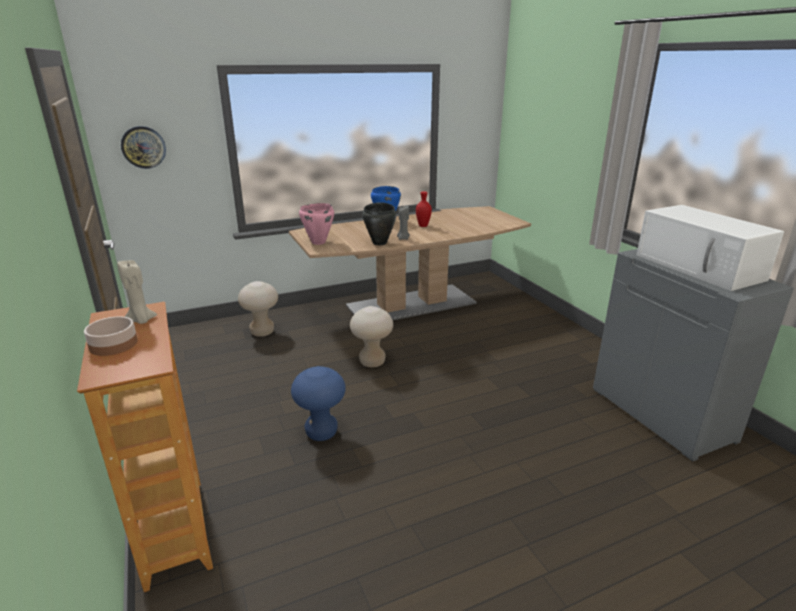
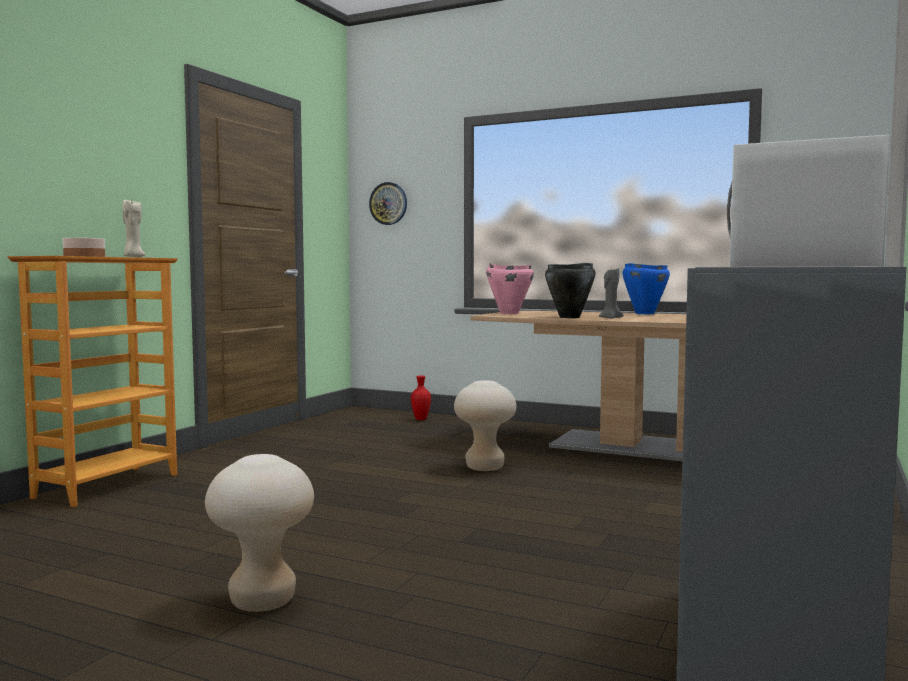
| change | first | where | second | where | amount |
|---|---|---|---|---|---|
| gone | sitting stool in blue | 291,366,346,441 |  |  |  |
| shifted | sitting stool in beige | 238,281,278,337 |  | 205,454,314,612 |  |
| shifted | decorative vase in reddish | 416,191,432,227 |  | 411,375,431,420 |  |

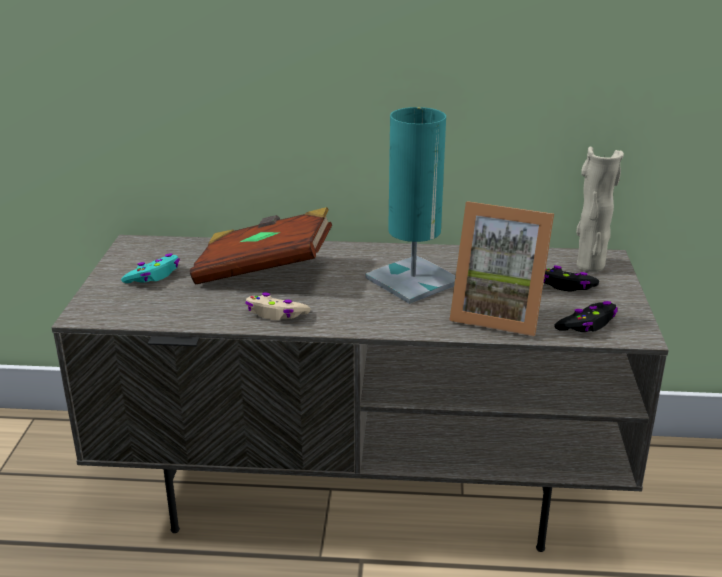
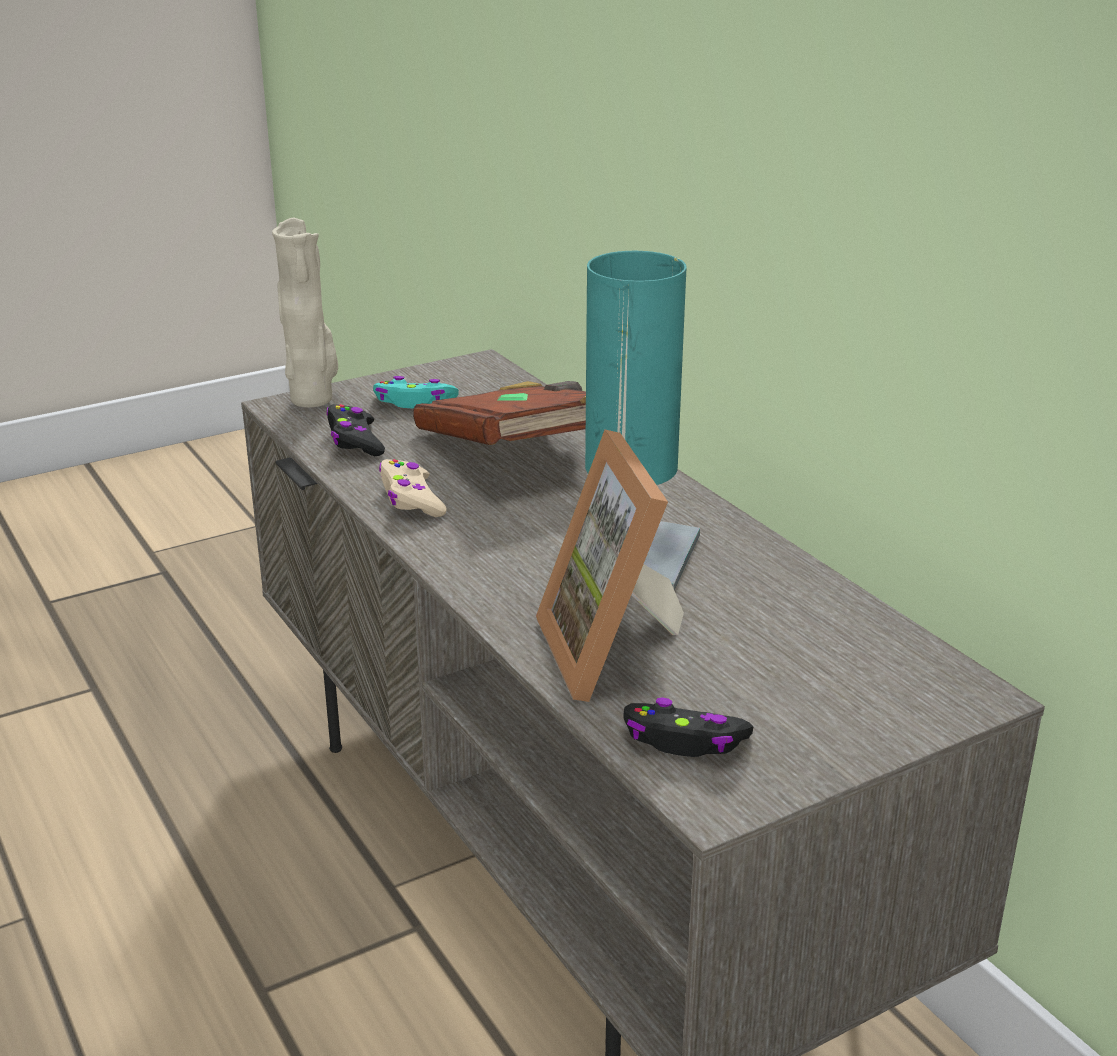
| change | first | where | second | where | amount |
|---|---|---|---|---|---|
| shifted | joypad in black | 544,266,599,292 |  | 327,404,385,456 |  |
| shifted | decorative vase in beige | 576,147,624,272 |  | 272,218,338,407 |  |

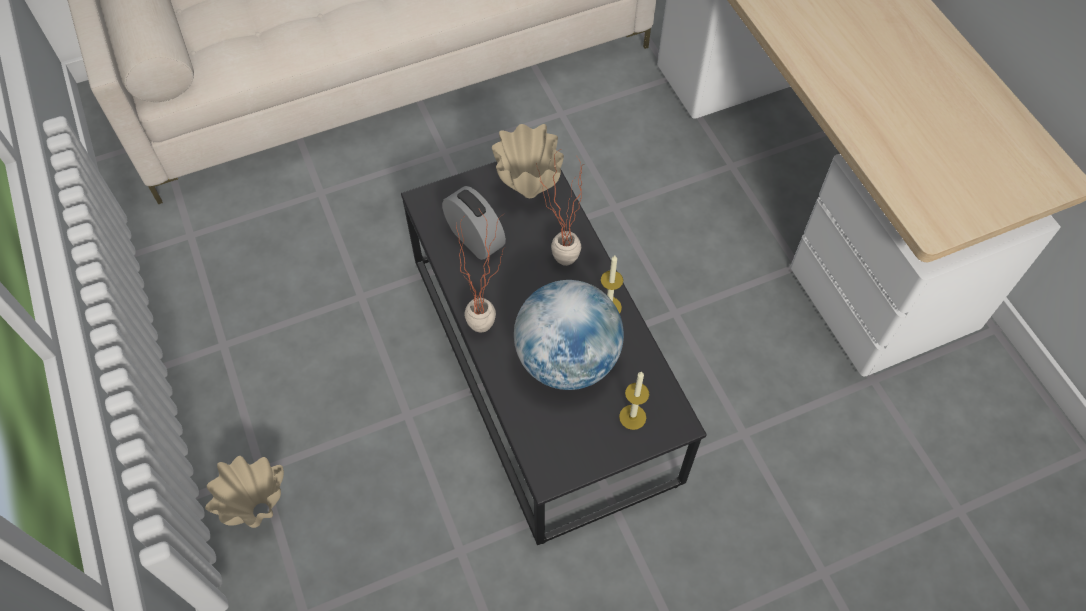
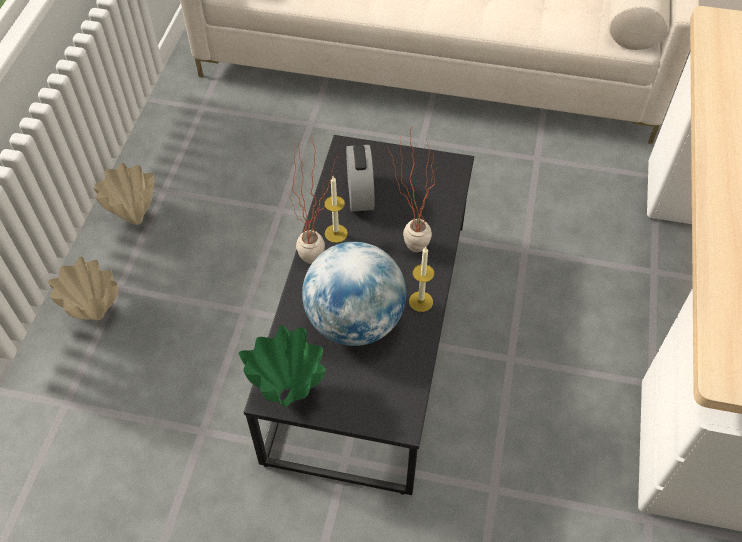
| change | first | where | second | where | amount |
|---|---|---|---|---|---|
| new |  |  | decorative vase in green-coloured | 239,325,326,407 |  |
| shifted | decorative vase in beige | 492,124,564,198 |  | 93,163,154,225 |  |
| shifted | candle | 619,371,649,430 |  | 325,176,348,243 |  |

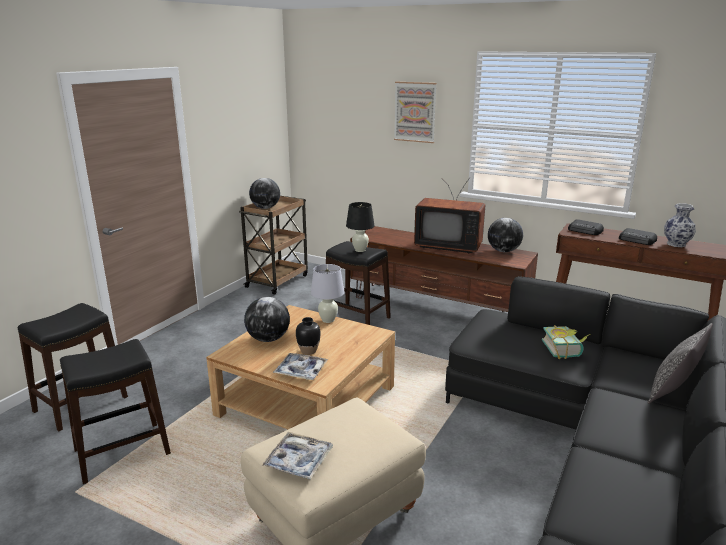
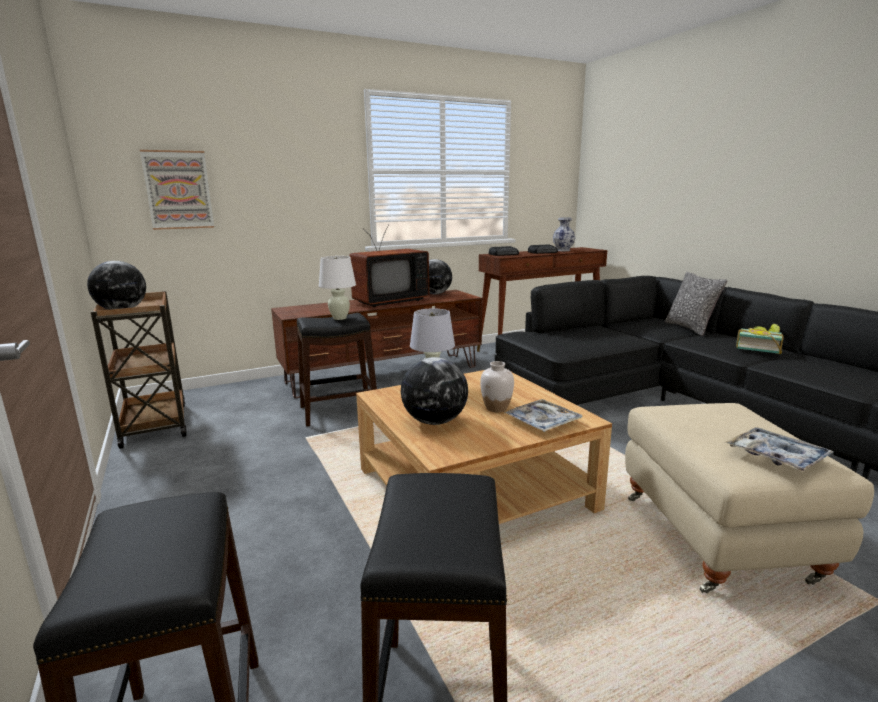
| change | first | where | second | where | amount |
|---|---|---|---|---|---|
| shifted | picture | 394,82,437,143 |  | 140,150,214,230 |  |
| shifted | book | 542,325,591,359 |  | 736,324,784,354 |  |
| repainted | decorative vase in black | 296,317,321,355 | decorative vase in white | 480,361,514,412 |  |
| repainted | lamp for a table in black | 346,202,375,252 | lamp for a table in white | 319,256,356,320 |  |

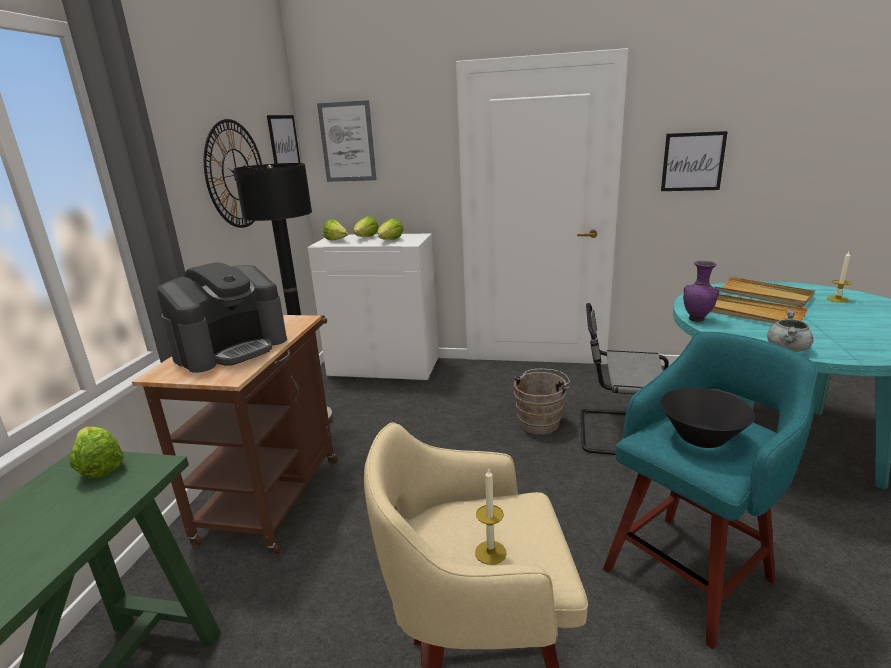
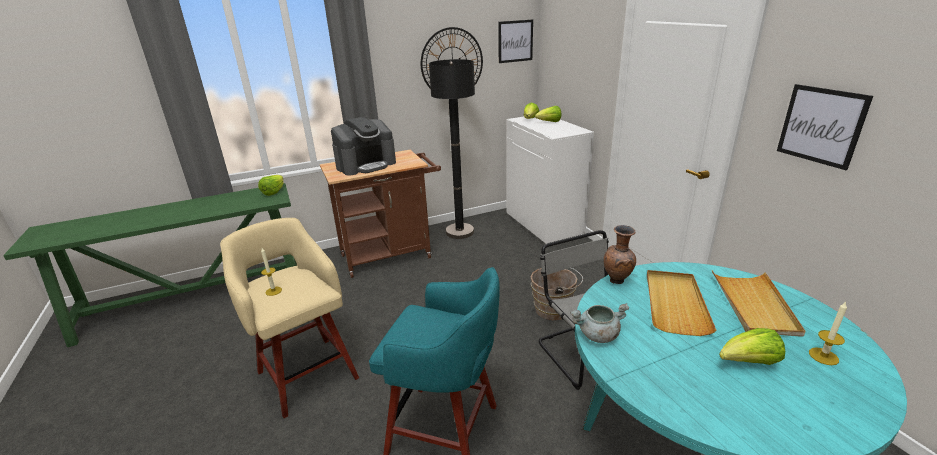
| change | first | where | second | where | amount |
|---|---|---|---|---|---|
| gone | picture | 317,100,377,182 |  |  |  |
| gone | serving bowl in black | 660,388,755,448 |  |  |  |
| shifted | head of lettuce | 378,218,404,240 |  | 719,328,785,365 |  |
| repainted | decorative vase in purple-coloured | 683,261,719,322 | decorative vase in brownish | 604,225,636,284 |  |
| rotated | coffee brewer | 157,262,287,373 |  | 331,117,396,176 | 45 degrees counterclockwise |

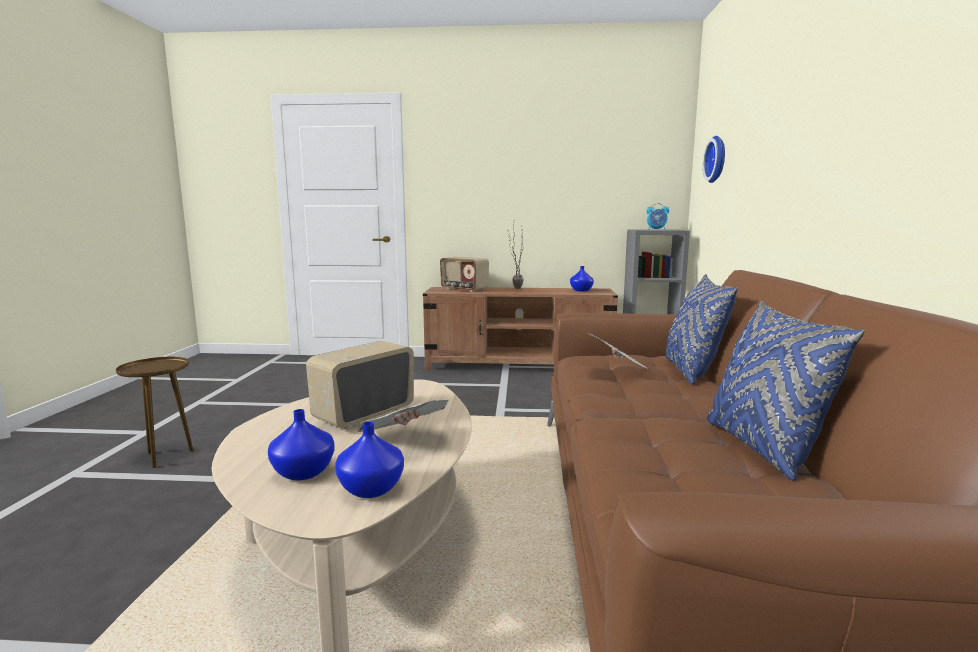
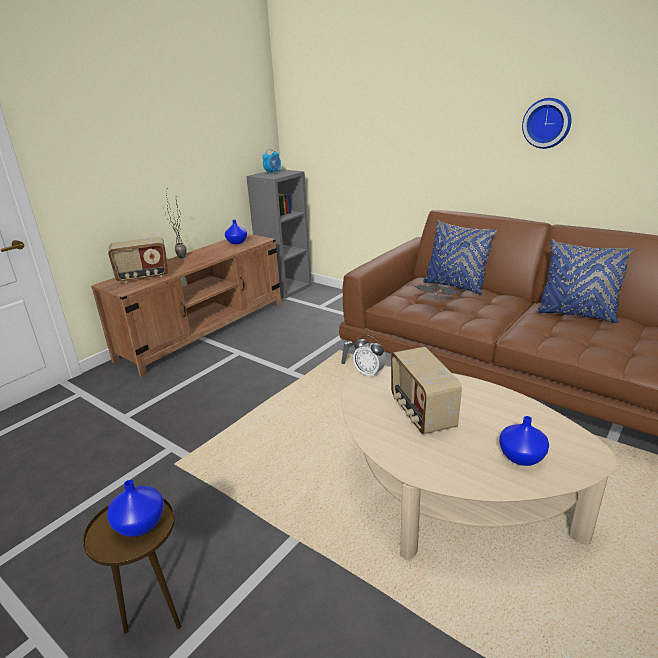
| change | first | where | second | where | amount |
|---|---|---|---|---|---|
| gone | printed paper | 358,400,449,432 |  |  |  |
| new |  |  | table clock | 353,335,386,378 |  |
| shifted | decorative vase in blue | 335,422,404,498 |  | 107,480,164,537 |  |
| shifted | hanging clock | 703,136,725,183 |  | 522,98,571,149 |  |

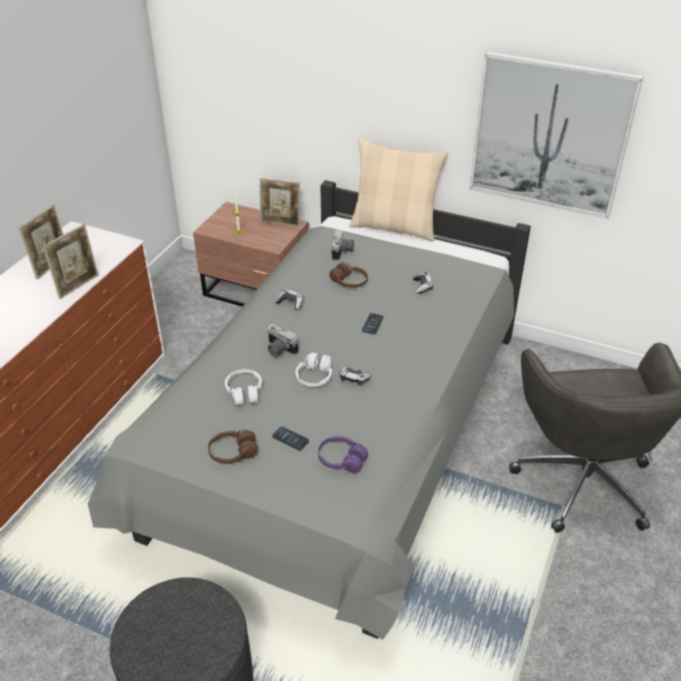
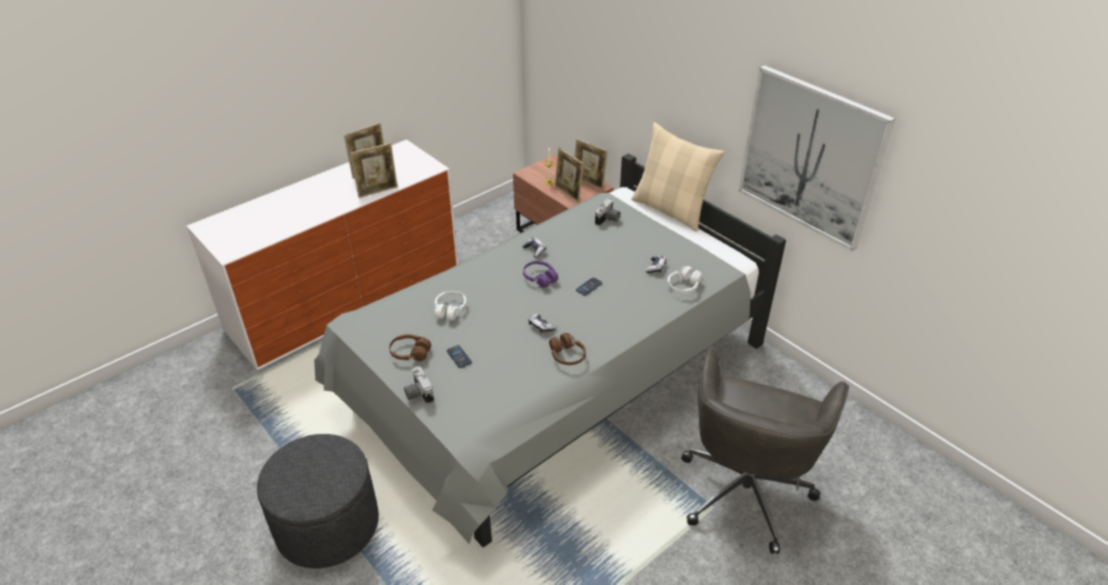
| change | first | where | second | where | amount |
|---|---|---|---|---|---|
| new |  |  | picture frame | 555,147,584,202 |  |
| shifted | still camera | 267,324,299,357 |  | 404,367,434,404 |  |
| shifted | headphones in white | 295,352,332,387 |  | 668,266,702,293 |  |
| shifted | headphones in purple-coloured | 318,436,368,473 |  | 523,261,558,288 |  |
| shifted | headphones in brownish | 329,263,368,288 |  | 549,333,586,365 |  |

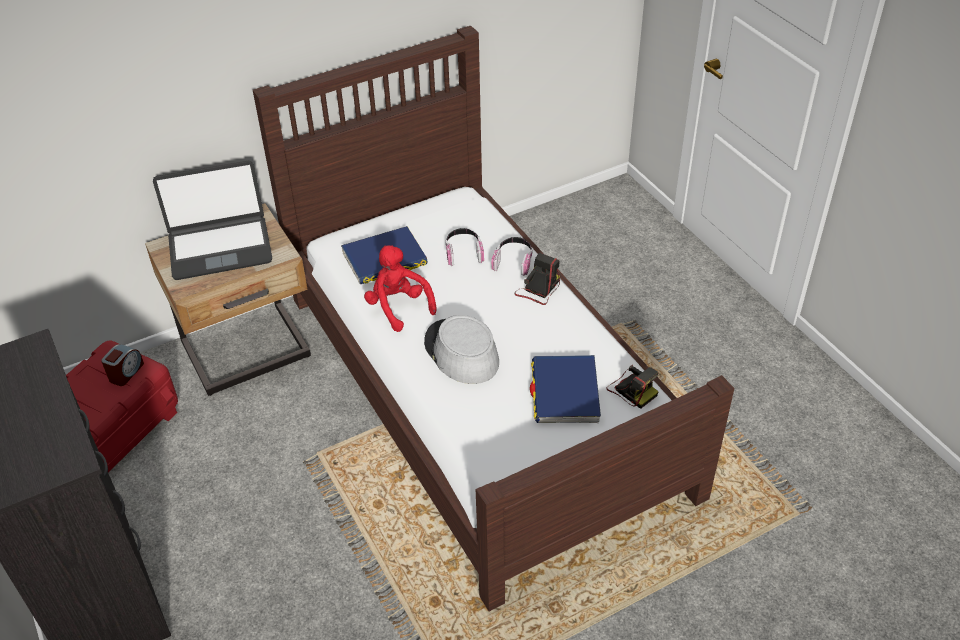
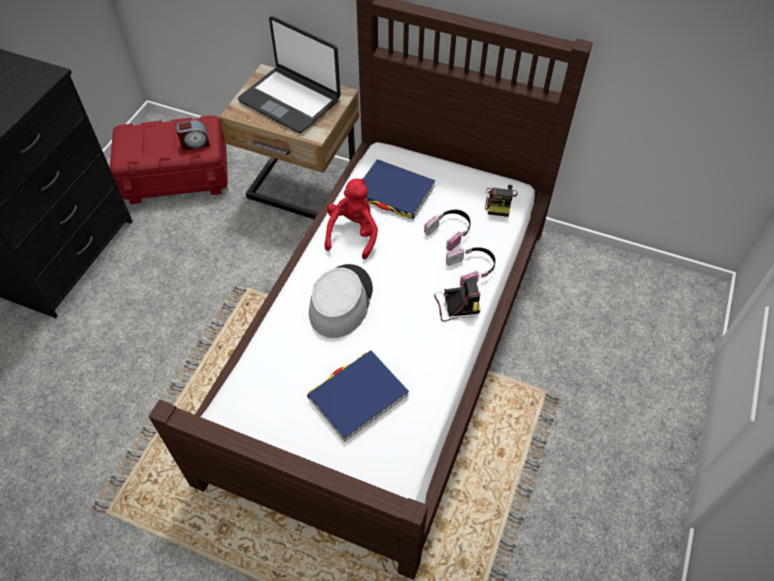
| change | first | where | second | where | amount |
|---|---|---|---|---|---|
| shifted | still camera | 606,365,658,409 |  | 485,185,518,217 |  |

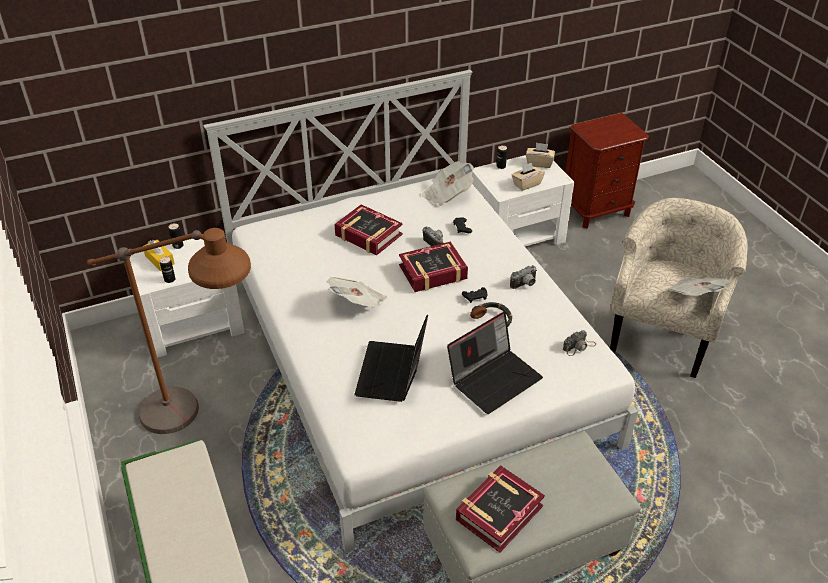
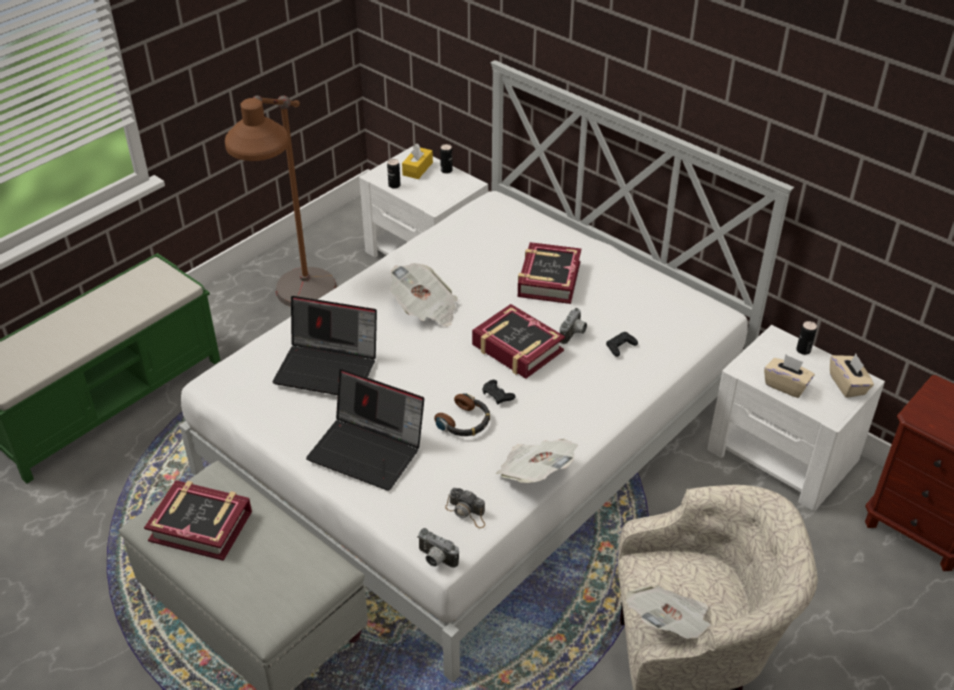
| change | first | where | second | where | amount |
|---|---|---|---|---|---|
| shifted | printed paper | 422,161,474,206 |  | 496,439,578,483 |  |
| shifted | still camera | 510,265,537,289 |  | 417,528,459,568 |  |
| rotated | notebook computer | 354,315,428,402 |  | 273,296,377,395 | 150 degrees counterclockwise |

